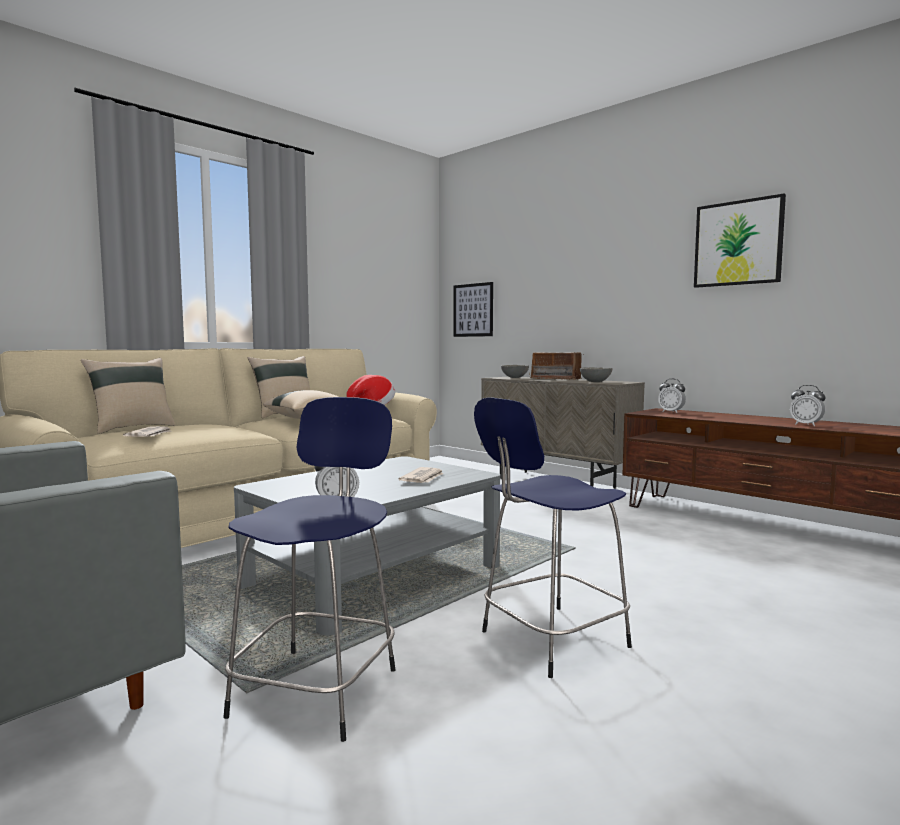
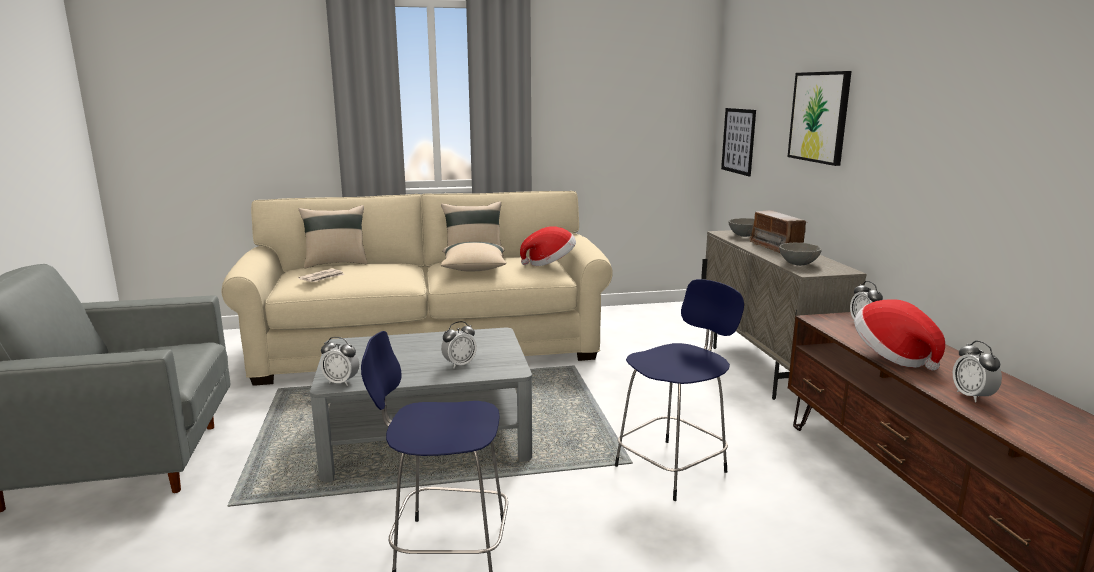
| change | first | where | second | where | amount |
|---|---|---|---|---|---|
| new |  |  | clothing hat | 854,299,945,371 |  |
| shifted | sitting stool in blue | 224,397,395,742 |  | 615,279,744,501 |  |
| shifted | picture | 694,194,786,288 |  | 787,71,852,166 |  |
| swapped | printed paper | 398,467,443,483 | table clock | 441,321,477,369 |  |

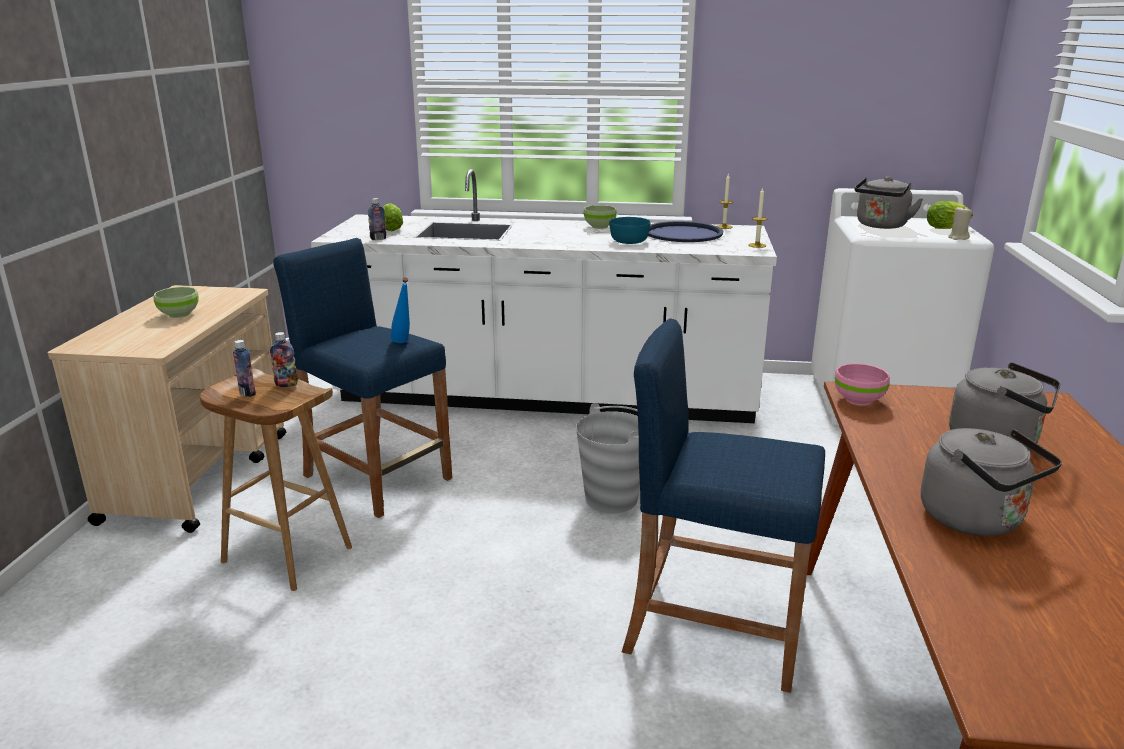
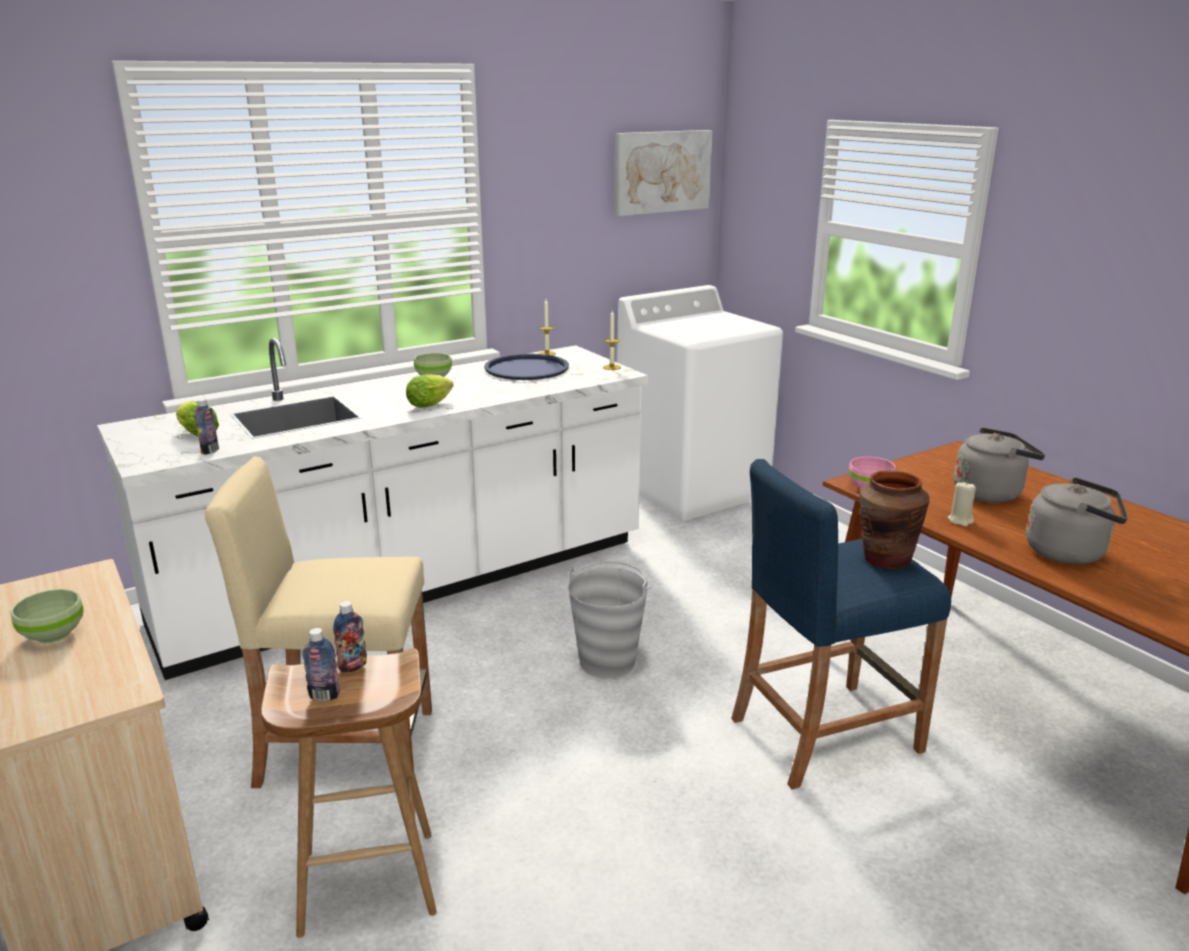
| change | first | where | second | where | amount |
|---|---|---|---|---|---|
| gone | beverage bottle in blue | 391,277,410,343 |  |  |  |
| gone | serving bowl in blue-green | 609,217,651,244 |  |  |  |
| gone | water kettle in grey | 855,176,924,229 |  |  |  |
| new |  |  | picture | 614,130,713,216 |  |
| new |  |  | decorative vase in brownish | 859,470,929,569 |  |
| shifted | head of lettuce | 927,201,973,229 |  | 406,374,453,408 |  |
| shifted | candle in beige | 948,206,972,240 |  | 948,482,976,526 |  |
| repainted | sitting stool in blue | 273,238,452,518 | sitting stool in beige | 205,456,432,788 |  |

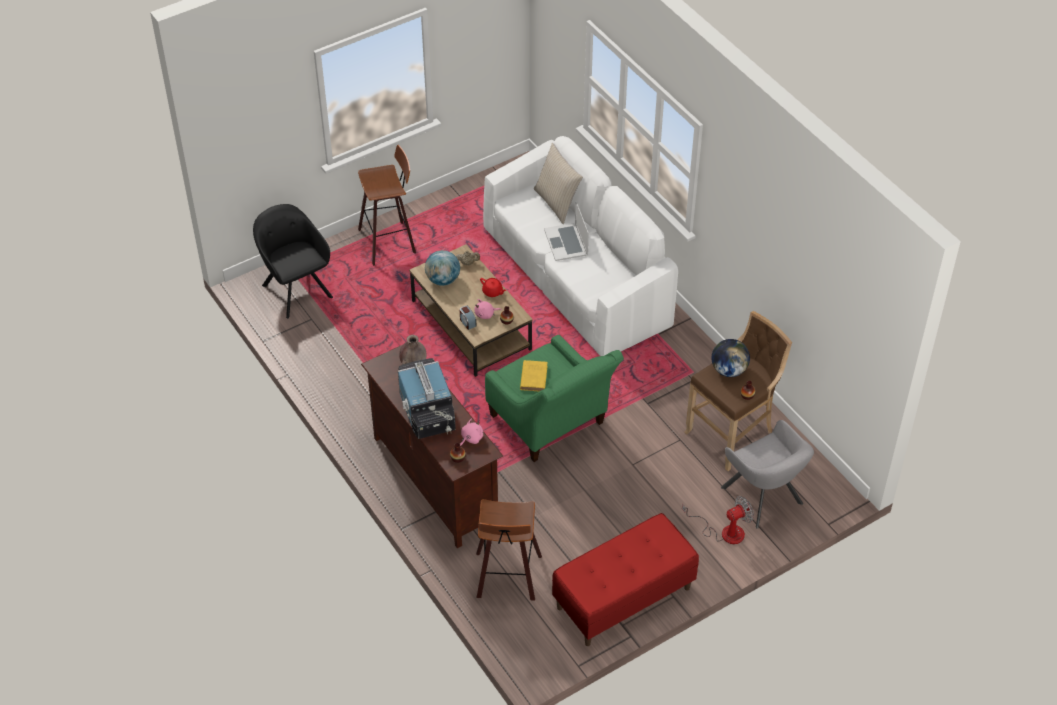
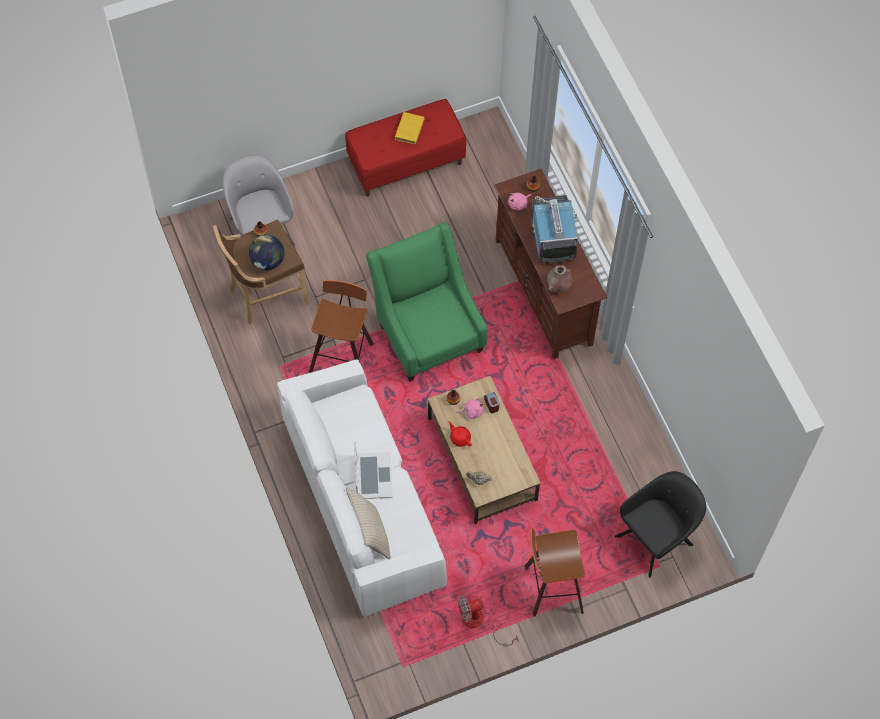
| change | first | where | second | where | amount |
|---|---|---|---|---|---|
| gone | desk globe | 425,250,460,286 |  |  |  |
| shifted | sitting stool | 476,499,542,601 |  | 309,280,374,373 |  |
| shifted | book in yellow | 520,360,548,391 |  | 395,112,425,144 |  |
| shifted | electric fan | 682,496,754,544 |  | 458,596,518,646 |  |
| rotated | armchair in black | 253,204,333,319 |  | 615,471,706,578 | 105 degrees counterclockwise |

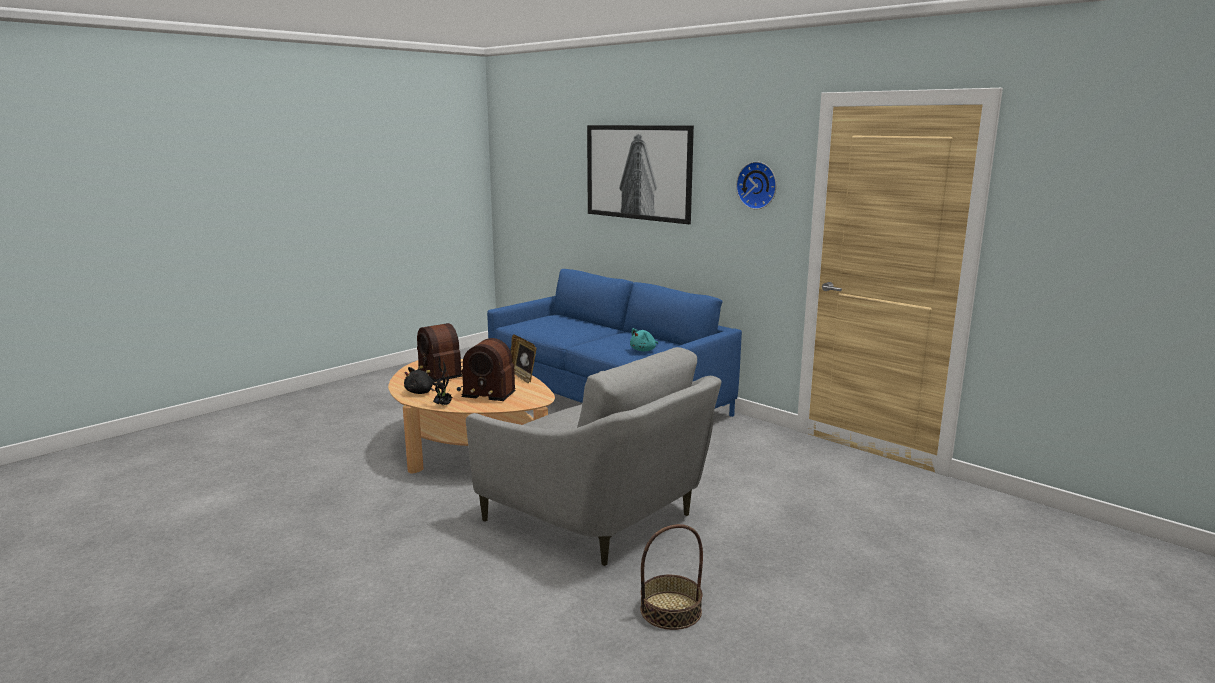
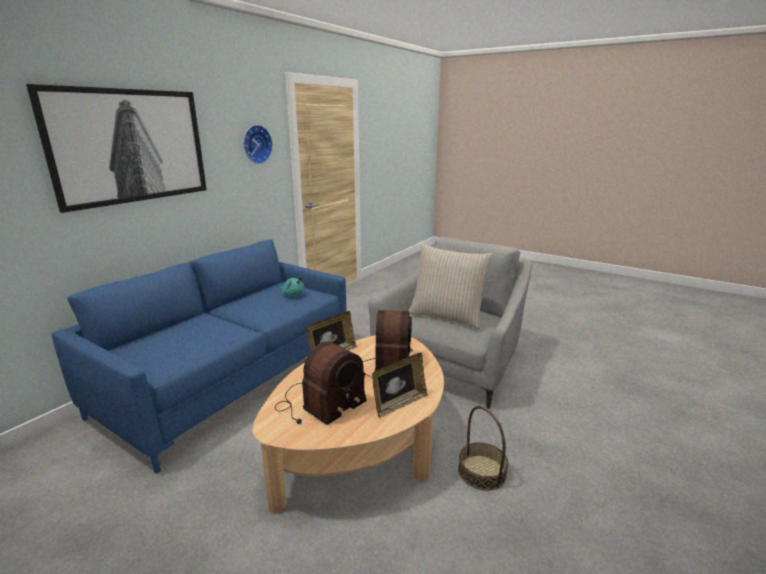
| change | first | where | second | where | amount |
|---|---|---|---|---|---|
| gone | houseplant | 433,355,452,406 |  |  |  |
| new |  |  | throw pillow in beige | 409,244,494,329 |  |
| shifted | basket | 640,524,703,630 |  | 458,406,508,491 |  |
| swapped | plush toy in black | 404,367,442,394 | picture frame | 372,352,428,418 |  |

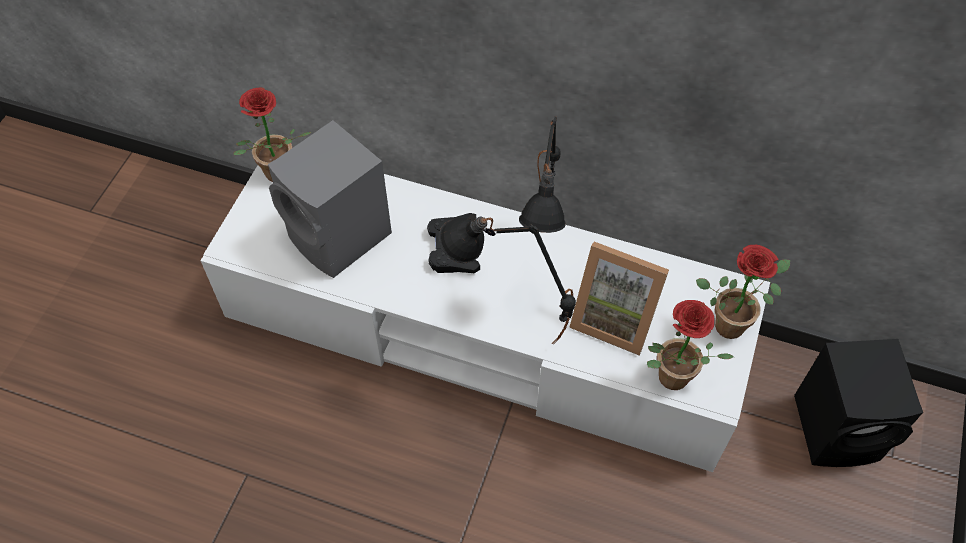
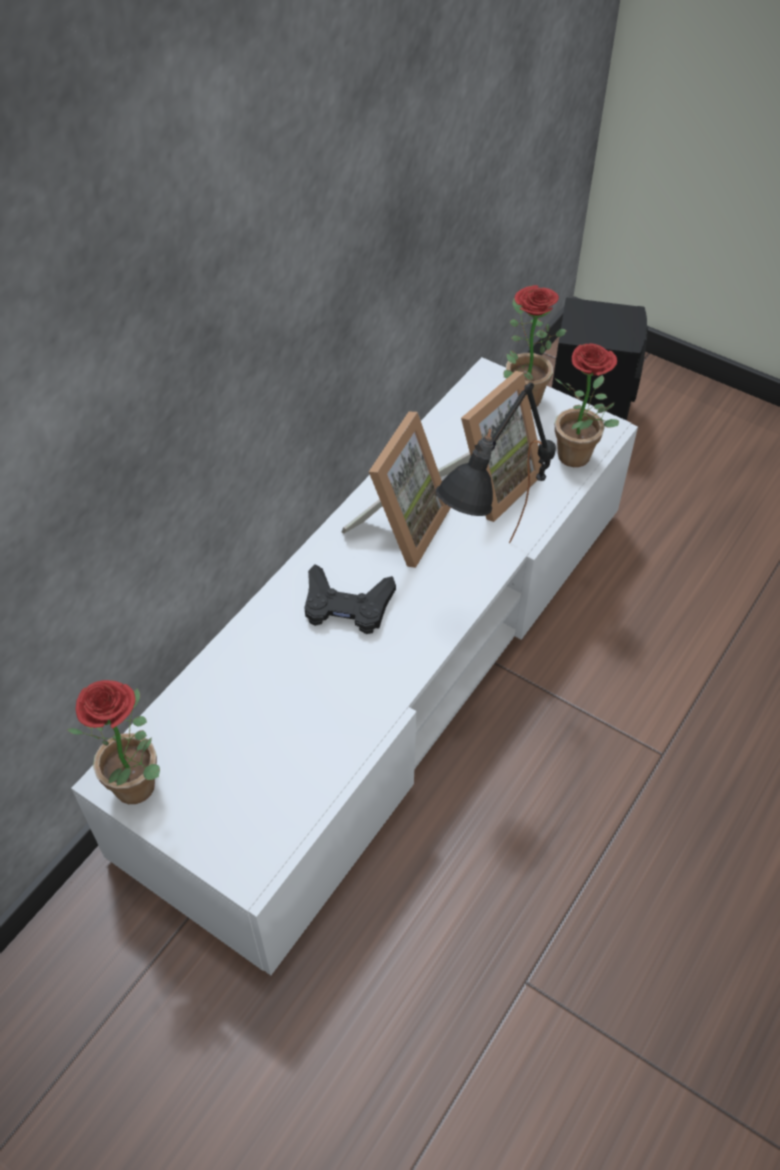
| change | first | where | second | where | amount |
|---|---|---|---|---|---|
| gone | loudspeaker in grey | 268,120,392,278 |  |  |  |
| swapped | lamp for a table in black | 519,117,566,233 | picture frame | 342,412,451,568 |  |

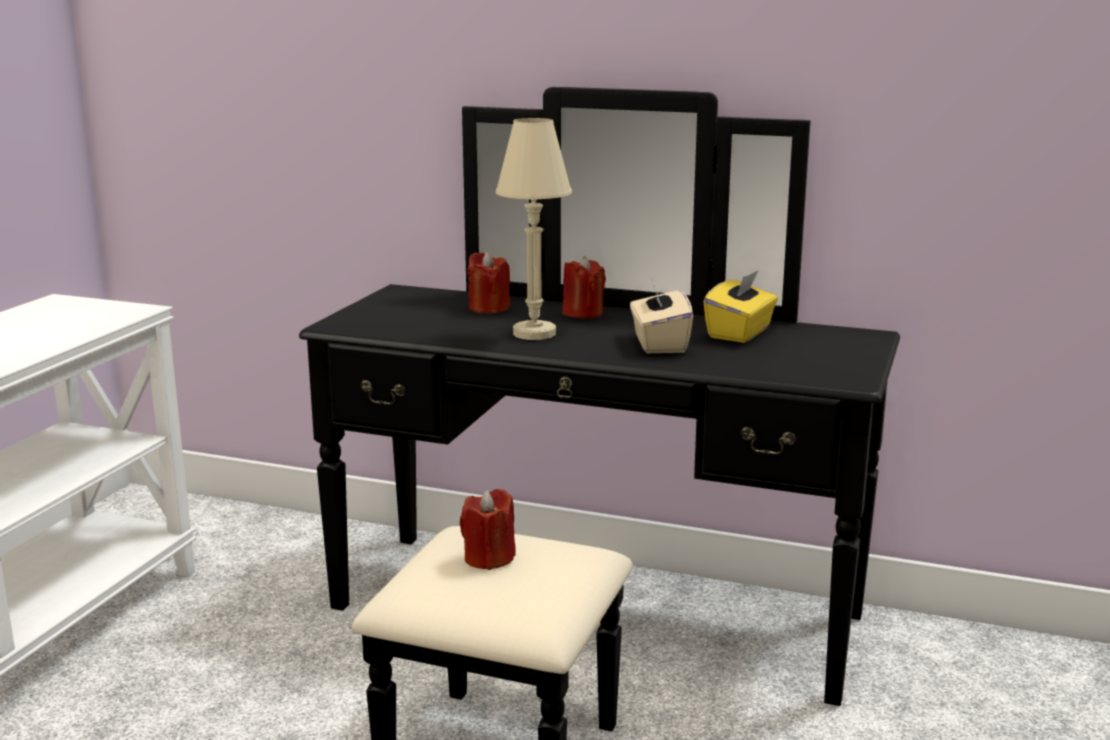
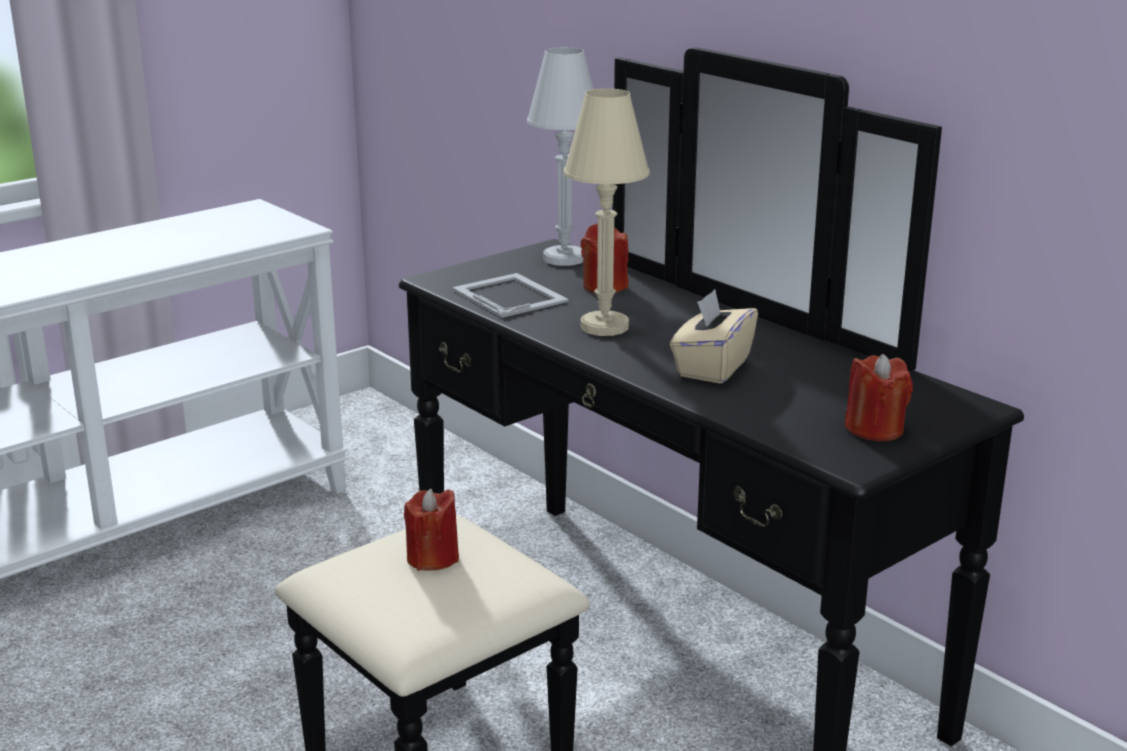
| change | first | where | second | where | amount |
|---|---|---|---|---|---|
| gone | tissue holder in yellow | 703,270,778,343 |  |  |  |
| new |  |  | picture frame | 452,273,569,318 |  |
| new |  |  | lamp for a table in white | 527,47,593,266 |  |
| shifted | candle in reddish | 563,256,606,319 |  | 845,354,913,441 |  |

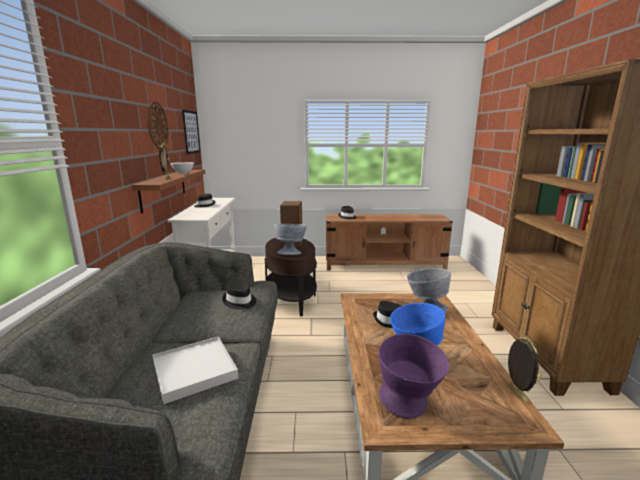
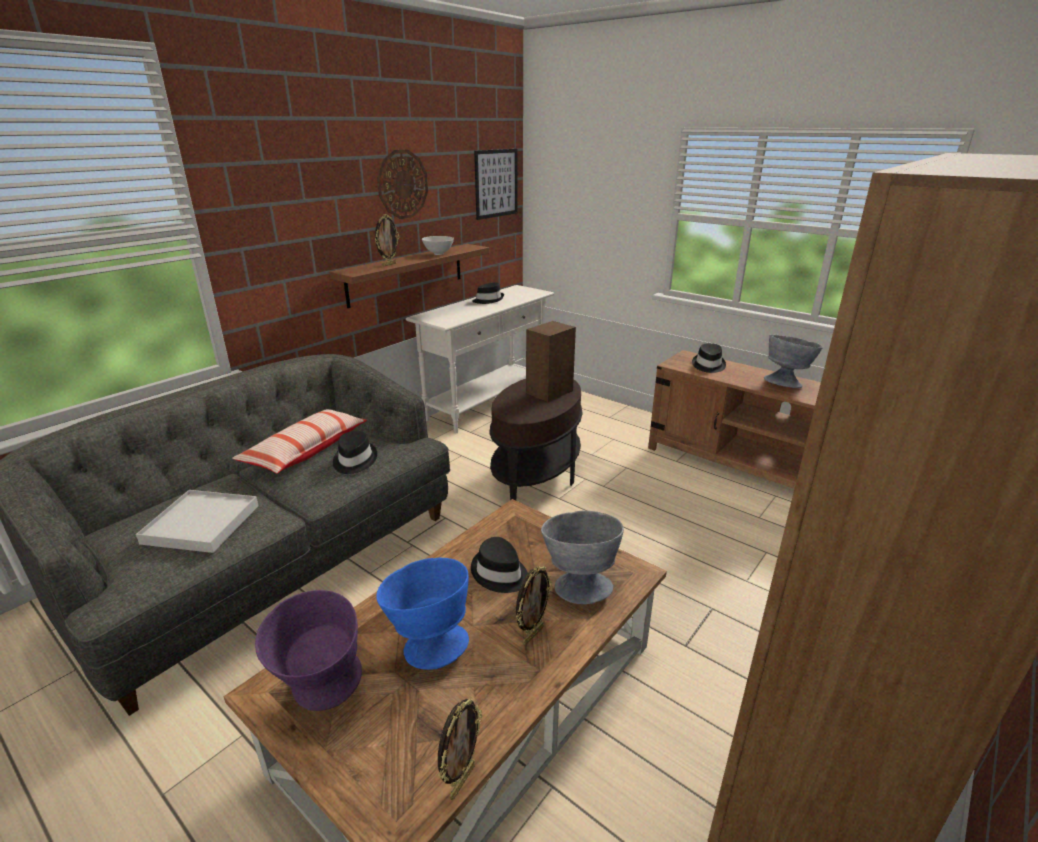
| change | first | where | second | where | amount |
|---|---|---|---|---|---|
| new |  |  | throw pillow | 232,409,367,474 |  |
| new |  |  | picture frame | 516,565,553,645 |  |
| shifted | serving bowl in grey | 274,224,307,255 |  | 764,334,823,388 |  |

